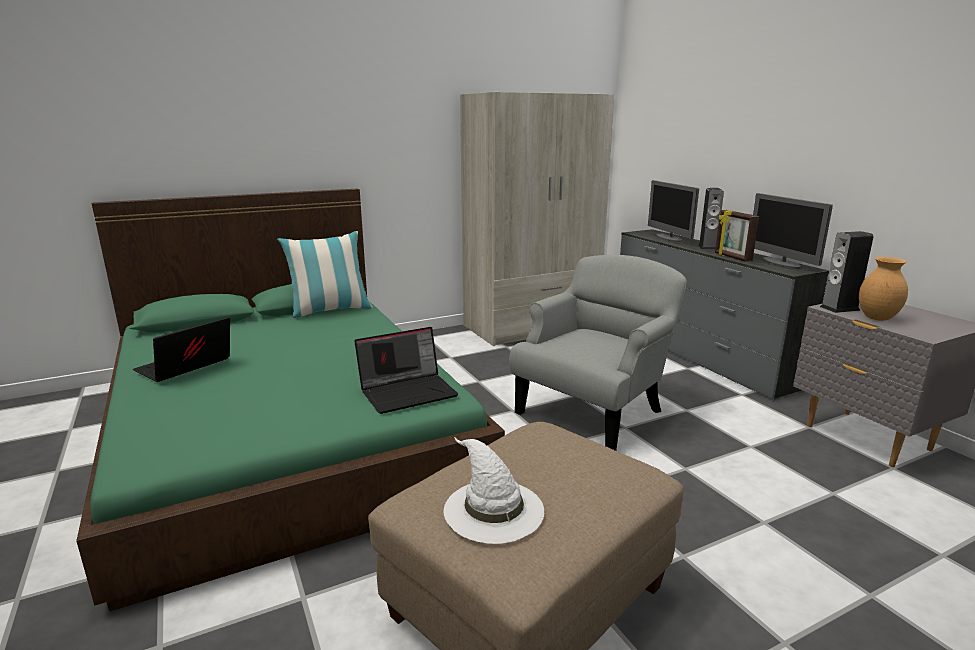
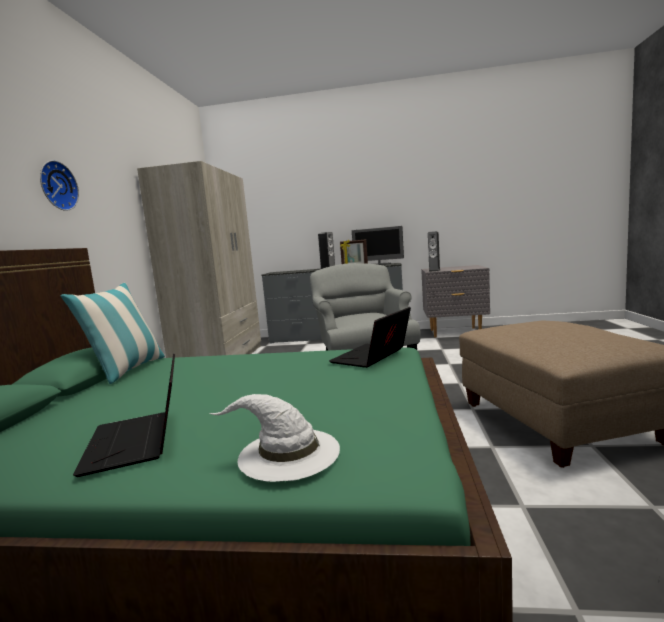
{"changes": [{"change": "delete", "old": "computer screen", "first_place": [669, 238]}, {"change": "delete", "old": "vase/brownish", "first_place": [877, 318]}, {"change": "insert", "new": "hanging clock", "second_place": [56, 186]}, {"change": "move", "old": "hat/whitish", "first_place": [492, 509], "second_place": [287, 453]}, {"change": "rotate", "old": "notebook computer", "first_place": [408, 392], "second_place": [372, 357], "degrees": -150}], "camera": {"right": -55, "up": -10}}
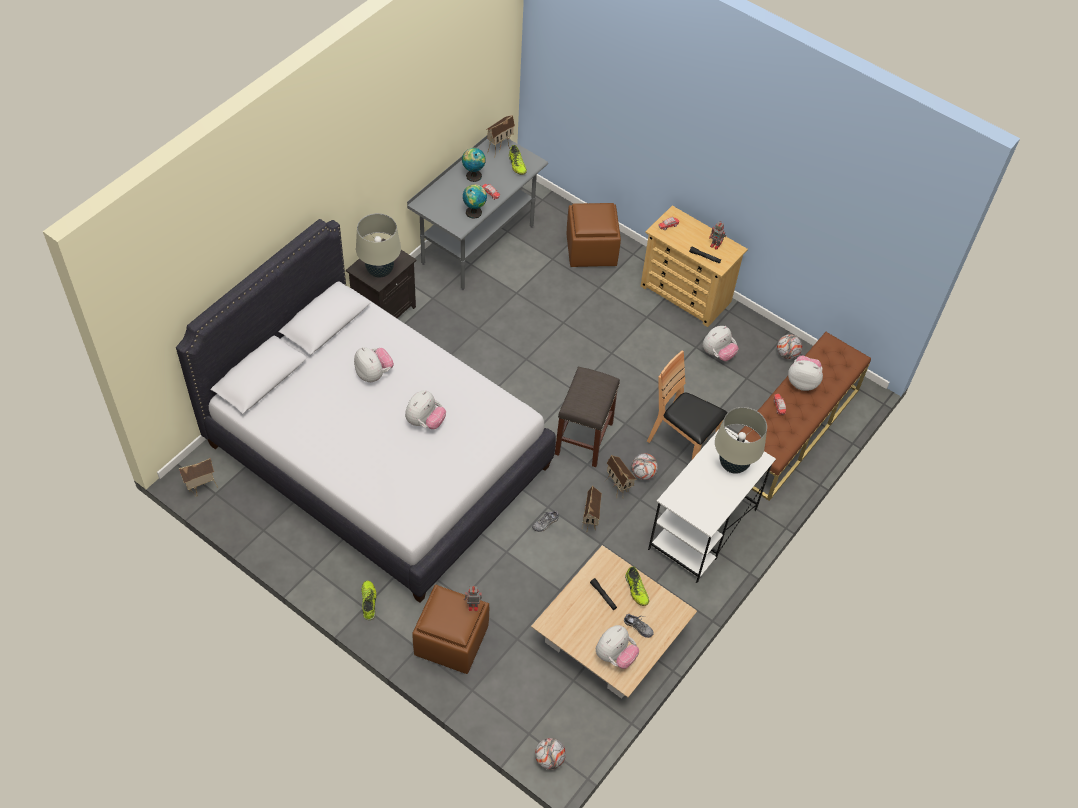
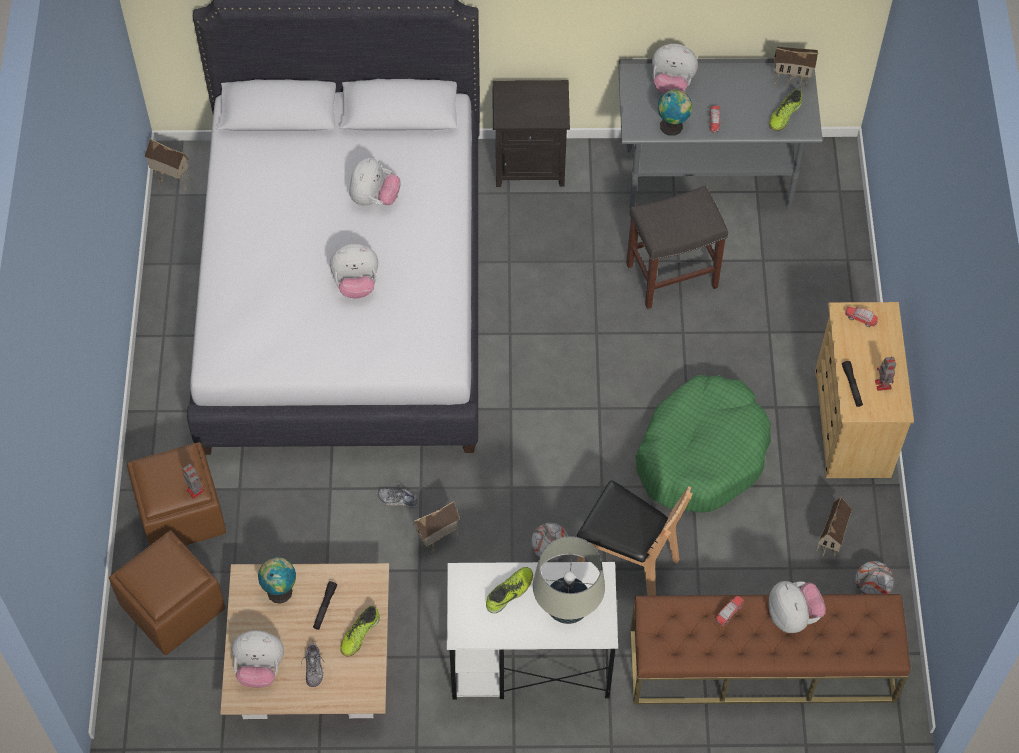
{"changes": [{"change": "delete", "old": "tabletop lamp/sand-coloured", "first_place": [380, 271]}, {"change": "delete", "old": "football ball", "first_place": [549, 759]}, {"change": "insert", "new": "dog bed/green-coloured", "second_place": [701, 453]}, {"change": "move", "old": "shoe", "first_place": [369, 602], "second_place": [510, 592]}, {"change": "move", "old": "world globe", "first_place": [473, 175], "second_place": [280, 590]}, {"change": "move", "old": "stool/gray", "first_place": [584, 439], "second_place": [670, 276]}, {"change": "move", "old": "footrest/brownish", "first_place": [591, 250], "second_place": [174, 607]}, {"change": "move", "old": "toy house", "first_place": [618, 488], "second_place": [830, 543]}, {"change": "move", "old": "plush toy", "first_place": [718, 353], "second_place": [671, 84]}, {"change": "rotate", "old": "plain chair/brownish", "first_place": [682, 444], "second_place": [627, 562], "degrees": 120}], "camera": {"right": 55, "up": 5}}
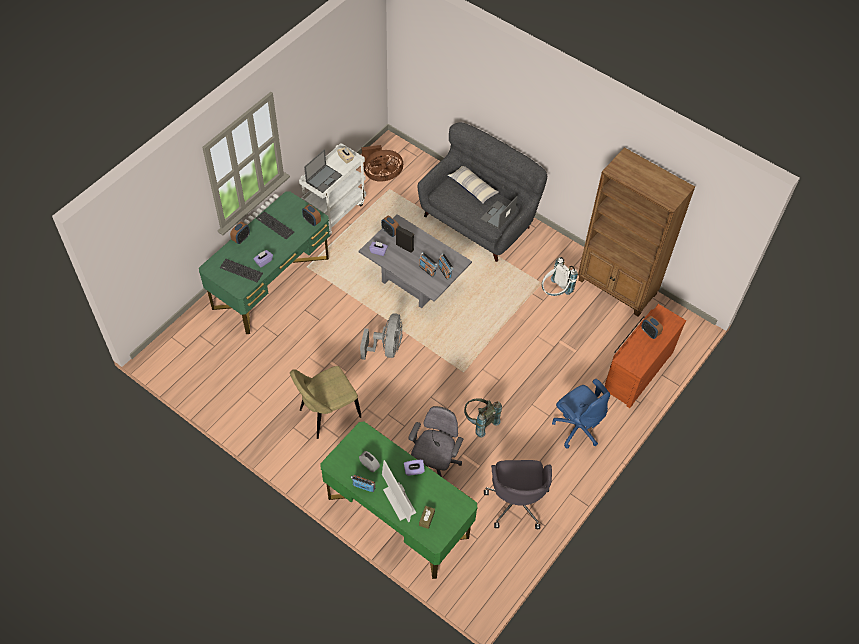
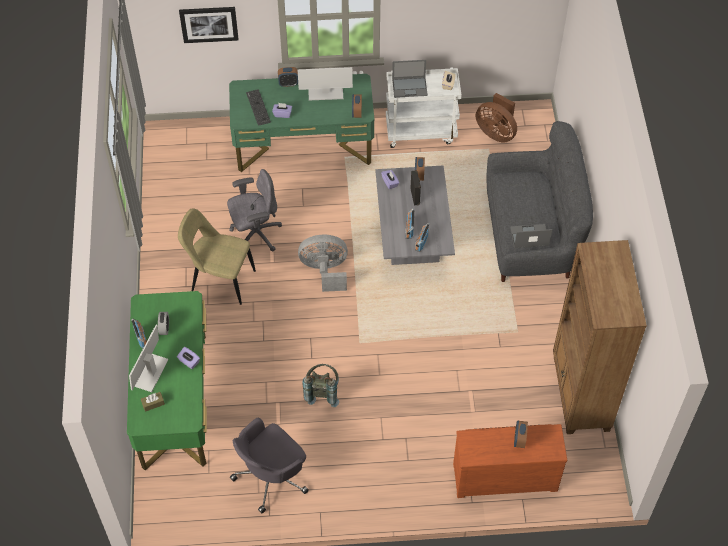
{"changes": [{"change": "delete", "old": "cushion", "first_place": [473, 187]}, {"change": "delete", "old": "backpack/whitish", "first_place": [555, 292]}, {"change": "delete", "old": "computer chair/bluish", "first_place": [577, 427]}, {"change": "insert", "new": "wall picture", "second_place": [209, 24]}, {"change": "move", "old": "computer chair/gray", "first_place": [434, 464], "second_place": [255, 234]}, {"change": "replace", "old": "keyboard", "new": "computer screen", "first_place": [275, 225], "second_place": [325, 93]}, {"change": "rotate", "old": "cooling fan/gray", "first_place": [386, 348], "second_place": [325, 271], "degrees": -150}], "camera": {"right": 50, "up": 0}}
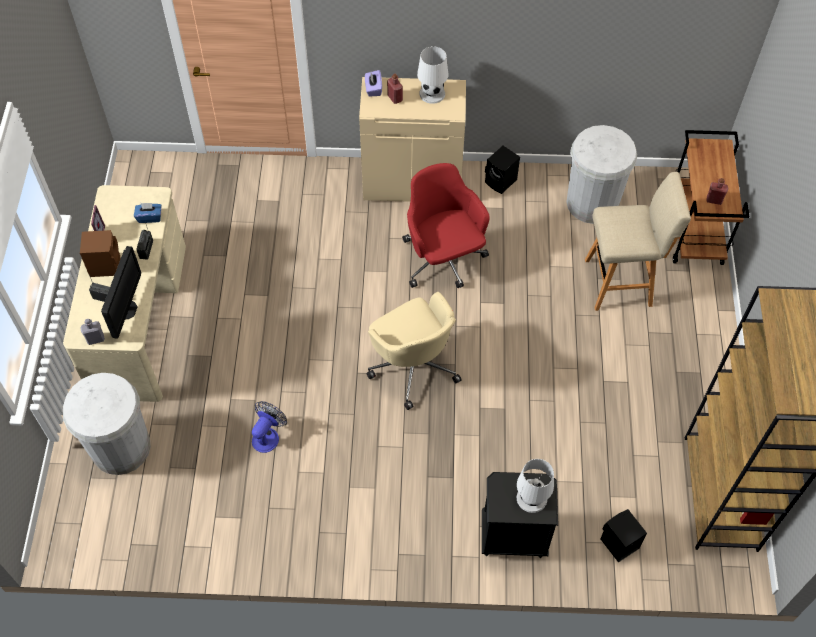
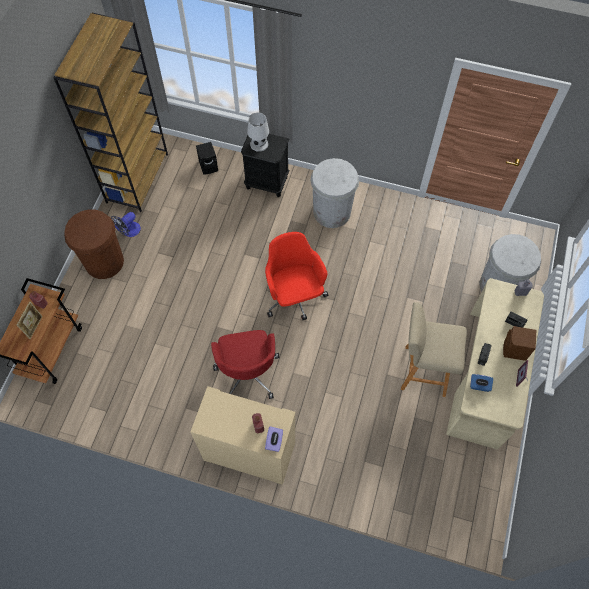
{"changes": [{"change": "delete", "old": "computer screen", "first_place": [127, 310]}, {"change": "delete", "old": "tabletop lamp/whitish", "first_place": [432, 94]}, {"change": "delete", "old": "speaker/black", "first_place": [501, 182]}, {"change": "insert", "new": "standing frame", "second_place": [35, 327]}, {"change": "insert", "new": "trash can/brownish", "second_place": [104, 262]}, {"change": "move", "old": "cooling fan", "first_place": [268, 435], "second_place": [129, 231]}, {"change": "move", "old": "trash can/whitish", "first_place": [592, 203], "second_place": [332, 212]}, {"change": "move", "old": "stool/sand-coloured", "first_place": [621, 282], "second_place": [422, 370]}, {"change": "recolor", "old": "computer chair/sand-coloured", "new": "computer chair/reddish", "first_place": [413, 365], "second_place": [294, 296]}], "camera": {"right": -165, "up": 5}}
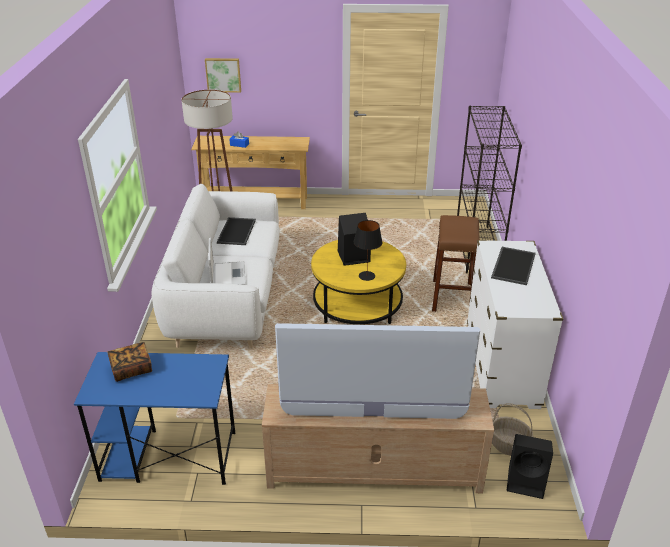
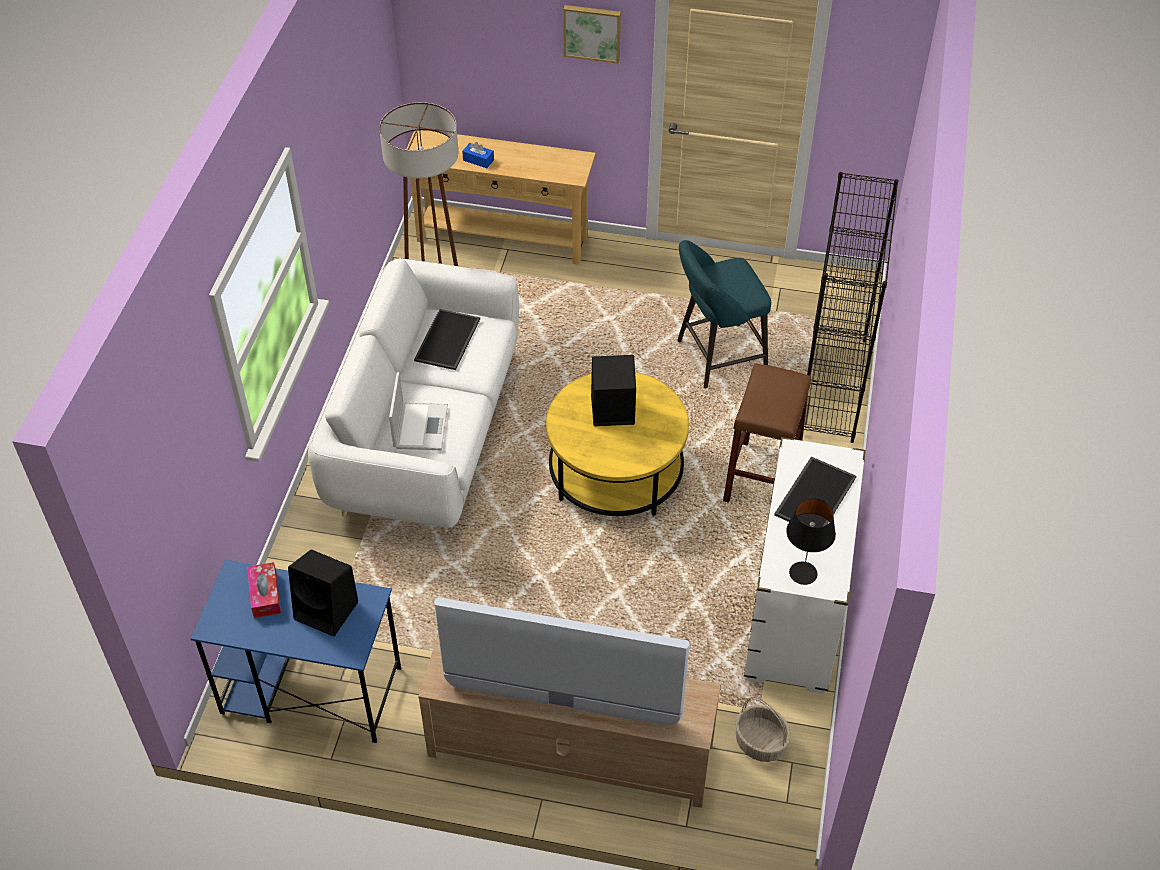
{"changes": [{"change": "insert", "new": "stool/blue-green", "second_place": [716, 357]}, {"change": "move", "old": "wall picture", "first_place": [223, 74], "second_place": [592, 32]}, {"change": "move", "old": "tabletop lamp/black", "first_place": [366, 276], "second_place": [803, 573]}, {"change": "move", "old": "speaker/black", "first_place": [527, 481], "second_place": [328, 610]}, {"change": "replace", "old": "book", "new": "tissue box", "first_place": [131, 369], "second_place": [265, 594]}], "camera": {"right": 10, "up": 15}}
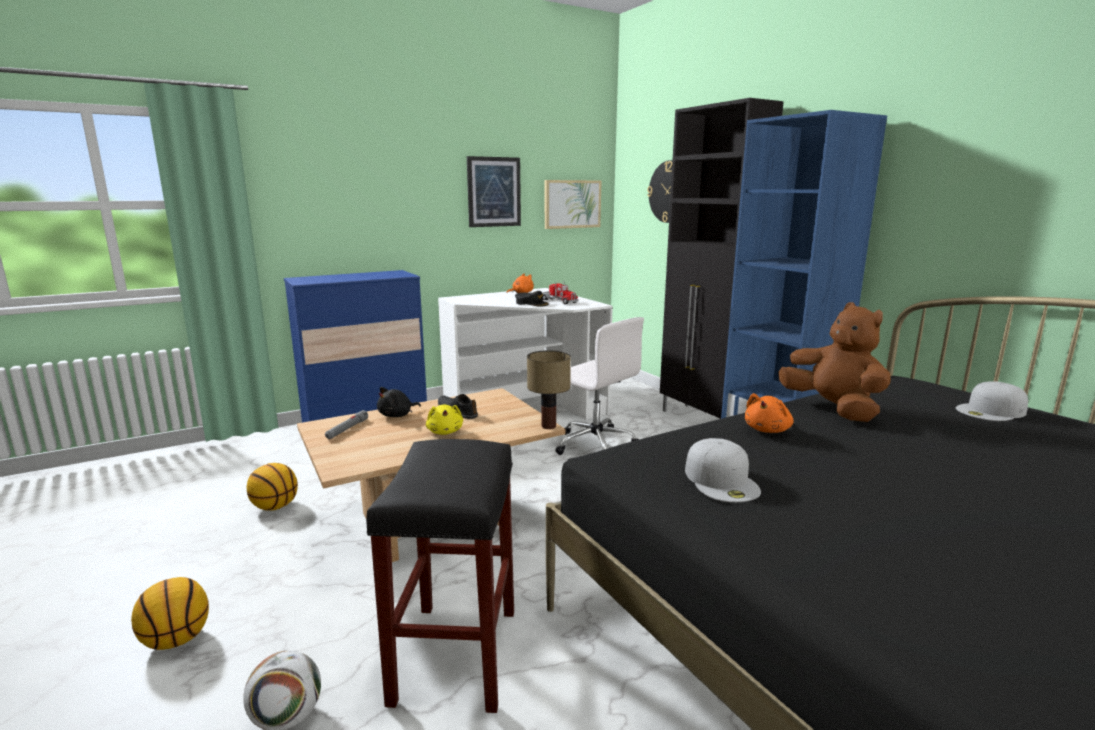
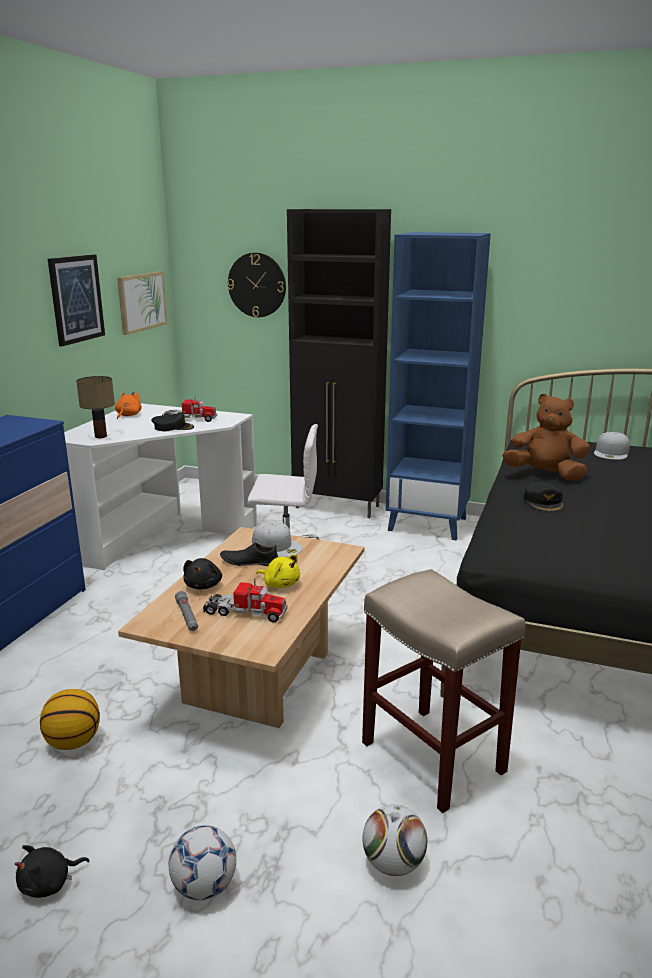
{"changes": [{"change": "insert", "new": "plush toy/black", "second_place": [49, 883]}, {"change": "insert", "new": "toy truck", "second_place": [245, 613]}, {"change": "move", "old": "tabletop lamp", "first_place": [547, 426], "second_place": [100, 436]}, {"change": "move", "old": "baseball cap/whitish", "first_place": [722, 480], "second_place": [277, 546]}, {"change": "replace", "old": "ball for basketball", "new": "football ball", "first_place": [177, 639], "second_place": [204, 886]}, {"change": "replace", "old": "plush toy/orange", "new": "baseball cap/black", "first_place": [768, 430], "second_place": [543, 502]}, {"change": "recolor", "old": "stool/black", "new": "stool/sand-coloured", "first_place": [456, 656], "second_place": [434, 757]}], "camera": {"right": -40, "up": 5}}
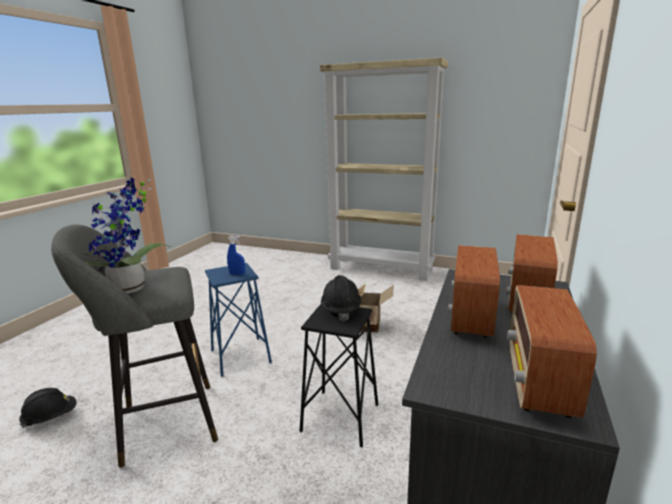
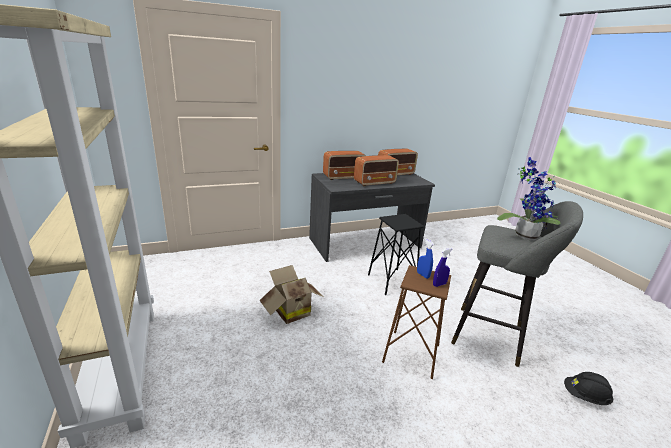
{"changes": [{"change": "delete", "old": "safety helmet/black", "first_place": [340, 310]}, {"change": "insert", "new": "sprayer/bluish", "second_place": [439, 284]}, {"change": "recolor", "old": "stool/bluish", "new": "stool/brownish", "first_place": [241, 356], "second_place": [411, 354]}], "camera": {"right": -135, "up": 5}}
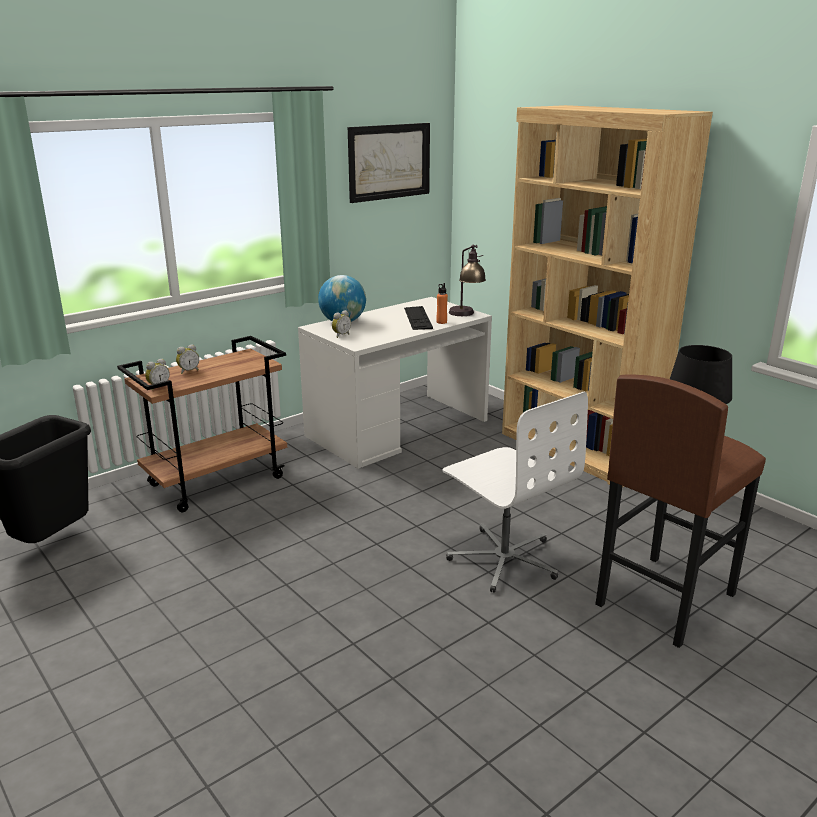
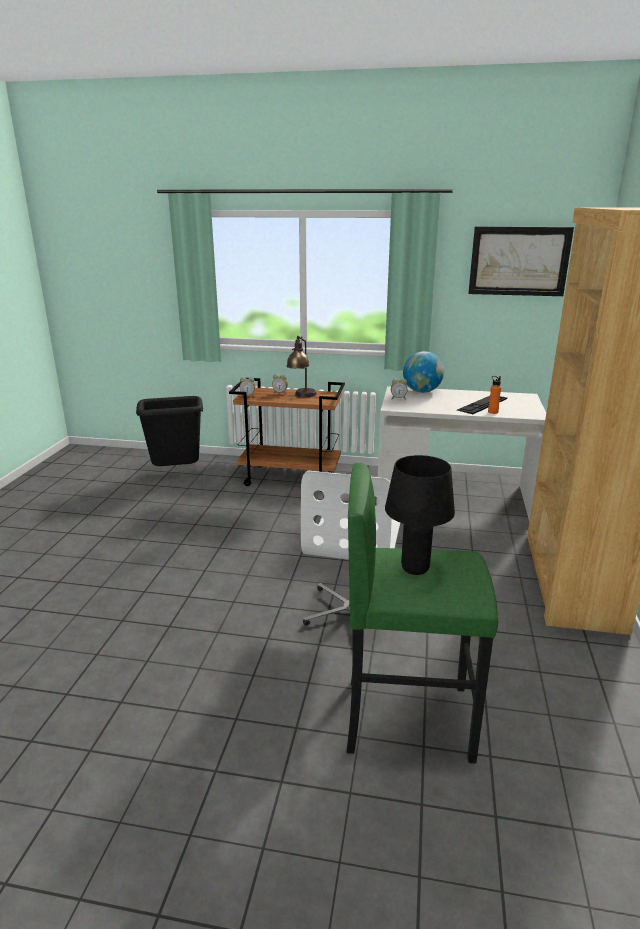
{"changes": [{"change": "move", "old": "tabletop lamp", "first_place": [466, 315], "second_place": [302, 396]}, {"change": "recolor", "old": "stool/brownish", "new": "stool/green-coloured", "first_place": [664, 599], "second_place": [408, 717]}], "camera": {"right": 50, "up": 0}}
